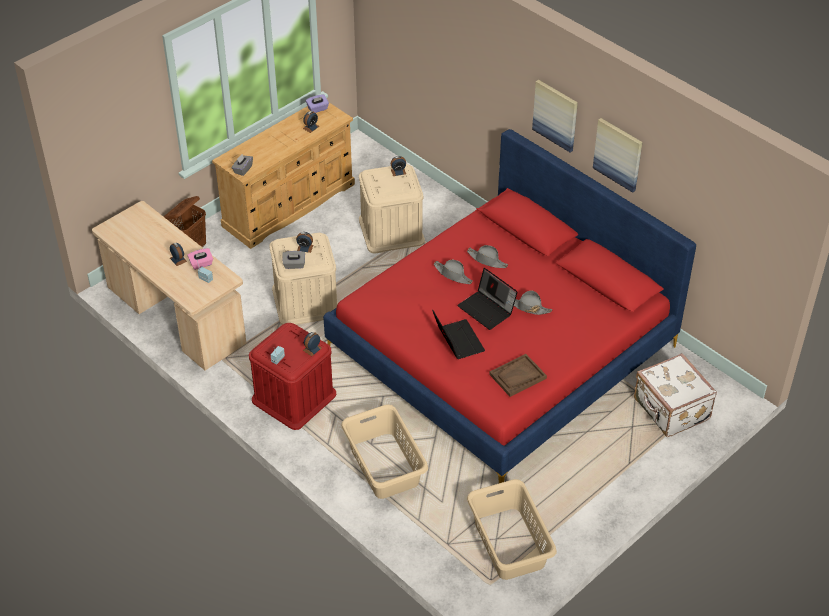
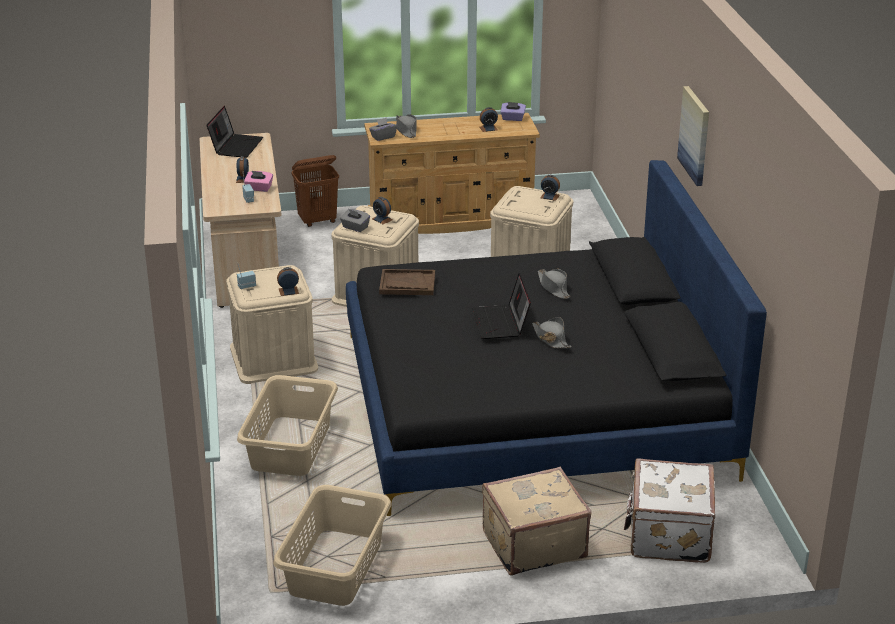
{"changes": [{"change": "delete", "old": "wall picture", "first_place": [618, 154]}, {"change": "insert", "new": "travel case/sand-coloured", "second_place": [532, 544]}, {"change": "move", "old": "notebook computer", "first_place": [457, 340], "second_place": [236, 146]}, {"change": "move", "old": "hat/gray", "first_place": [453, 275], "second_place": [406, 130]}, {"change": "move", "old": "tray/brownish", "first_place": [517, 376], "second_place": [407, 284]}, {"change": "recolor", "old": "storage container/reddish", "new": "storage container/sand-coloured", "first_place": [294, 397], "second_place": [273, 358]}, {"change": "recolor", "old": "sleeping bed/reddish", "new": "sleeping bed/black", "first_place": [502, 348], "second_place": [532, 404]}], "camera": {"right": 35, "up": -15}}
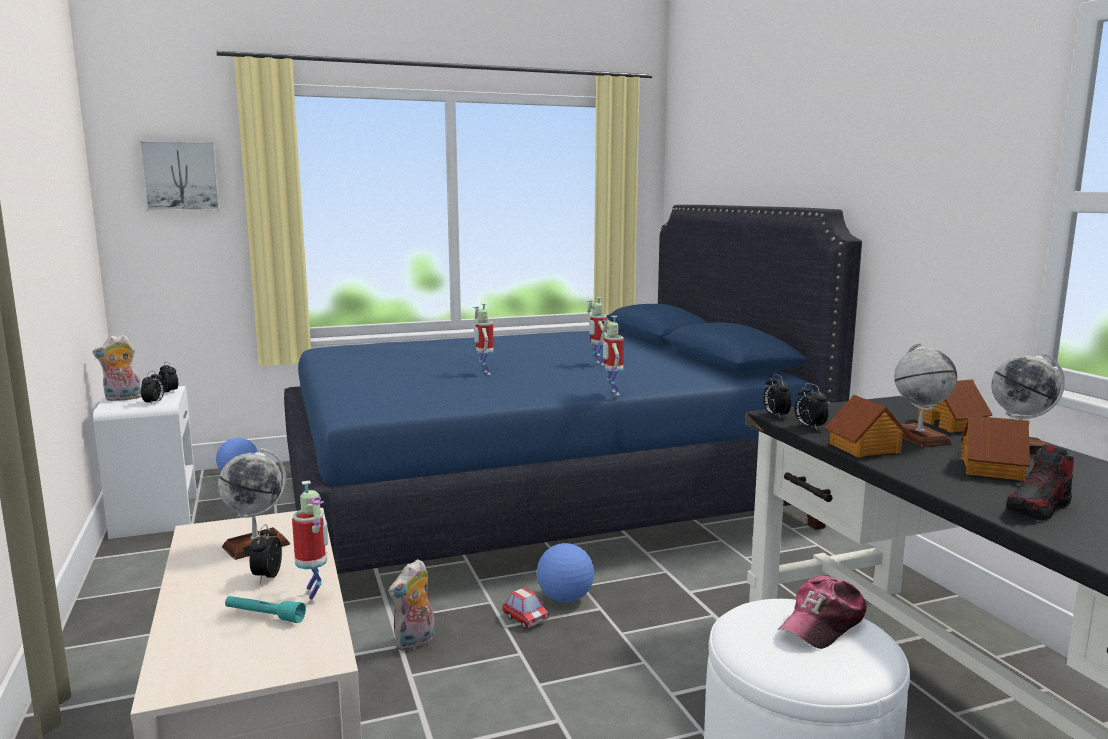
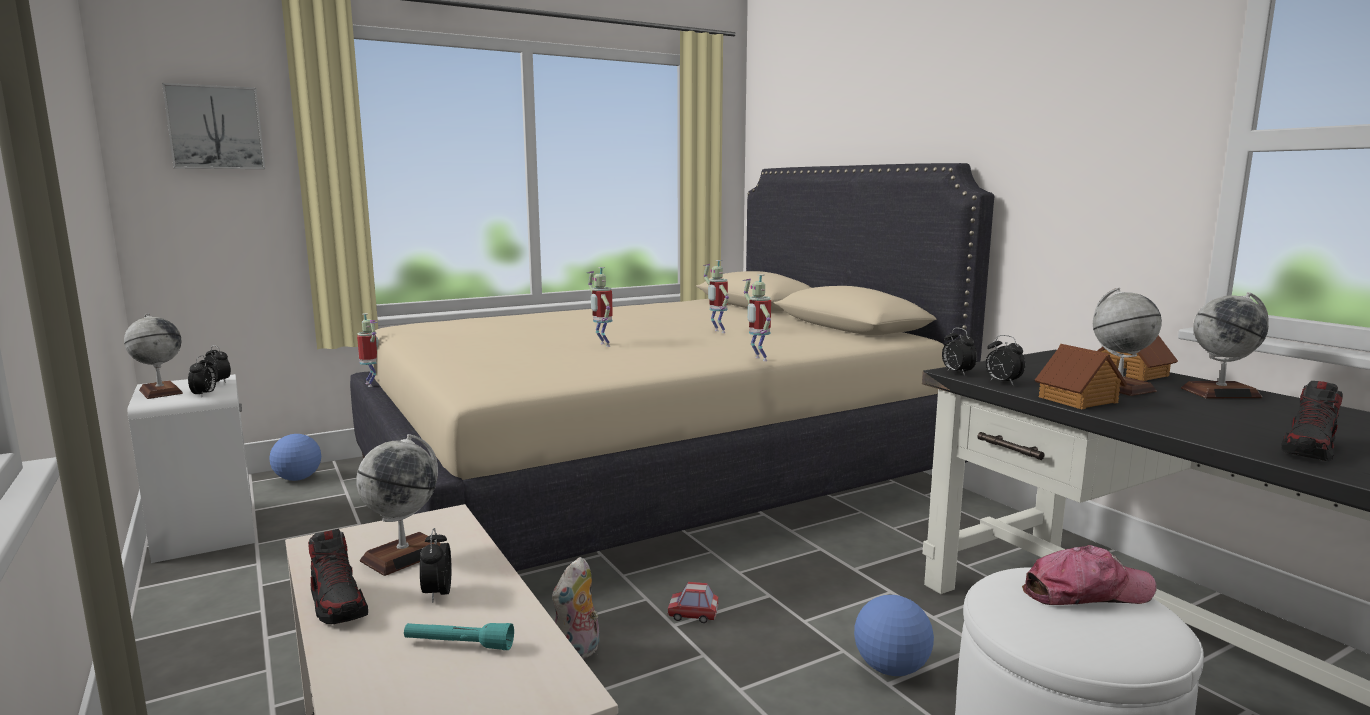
{"changes": [{"change": "delete", "old": "toy house", "first_place": [990, 468]}, {"change": "insert", "new": "shoe", "second_place": [338, 603]}, {"change": "move", "old": "model robot", "first_place": [315, 597], "second_place": [371, 384]}, {"change": "move", "old": "football ball", "first_place": [565, 598], "second_place": [891, 668]}, {"change": "replace", "old": "plush toy", "new": "world globe", "first_place": [122, 399], "second_place": [160, 392]}, {"change": "recolor", "old": "sleeping bed/bluish", "new": "sleeping bed/sand-coloured", "first_place": [539, 497], "second_place": [652, 480]}, {"change": "rotate", "old": "toy car", "first_place": [525, 619], "second_place": [693, 614], "degrees": 150}, {"change": "rotate", "old": "baseball cap", "first_place": [823, 624], "second_place": [1086, 592], "degrees": -135}], "camera": {"right": -10, "up": 0}}
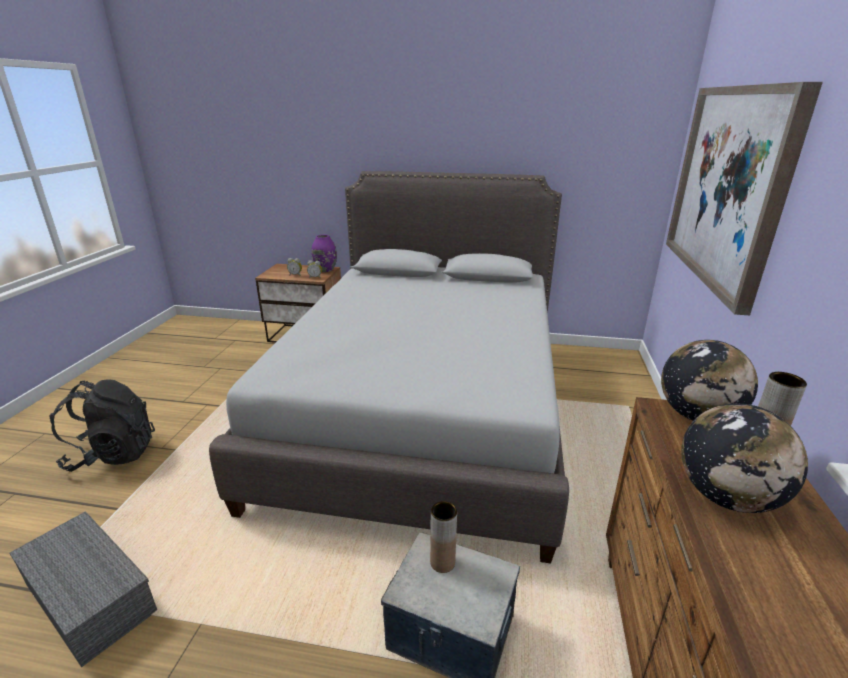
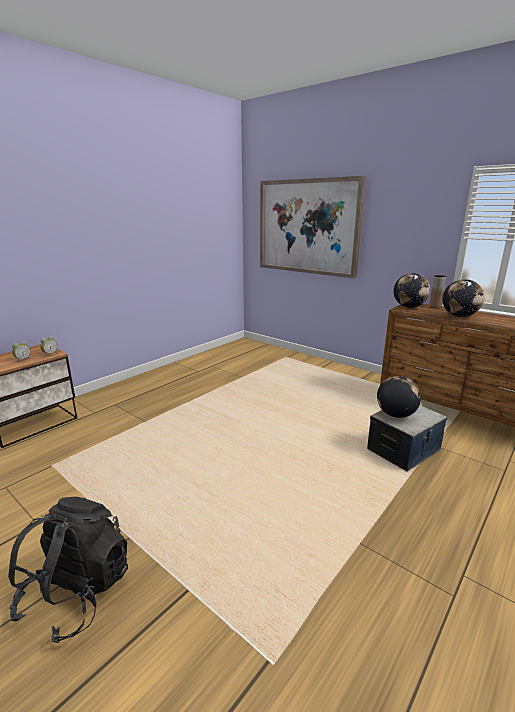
{"changes": [{"change": "delete", "old": "storage container/gray", "first_place": [87, 597]}, {"change": "delete", "old": "sleeping bed/gray", "first_place": [424, 409]}, {"change": "delete", "old": "vase/purplish", "first_place": [325, 270]}, {"change": "replace", "old": "vase/brownish", "new": "world globe", "first_place": [442, 562], "second_place": [396, 415]}], "camera": {"right": -60, "up": -5}}
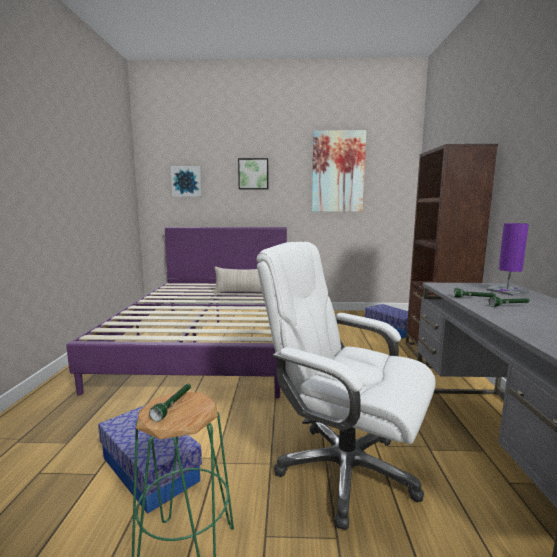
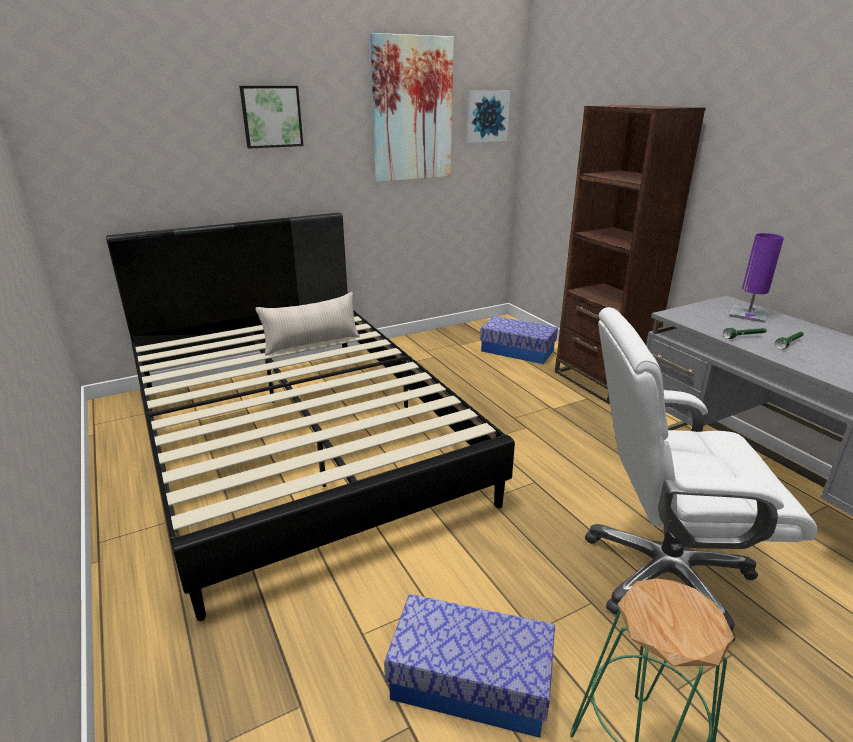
{"changes": [{"change": "delete", "old": "torch/green-coloured", "first_place": [173, 405]}, {"change": "move", "old": "wall picture", "first_place": [187, 181], "second_place": [486, 116]}, {"change": "recolor", "old": "sleeping bed/purplish", "new": "sleeping bed/black", "first_place": [210, 340], "second_place": [298, 438]}], "camera": {"right": -30, "up": 15}}
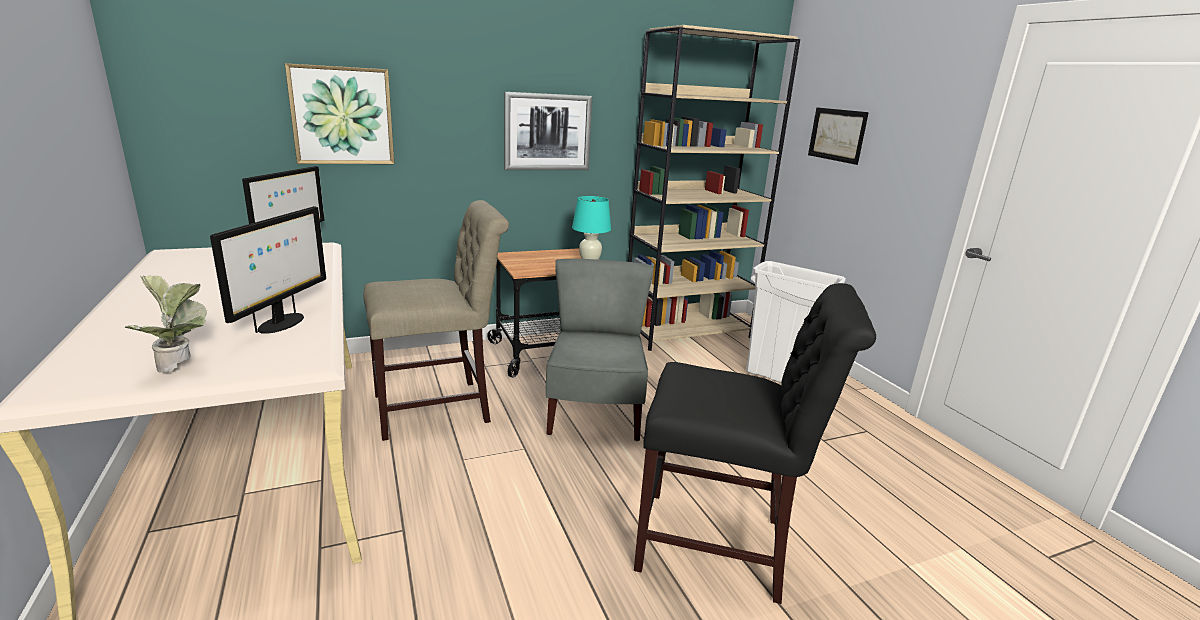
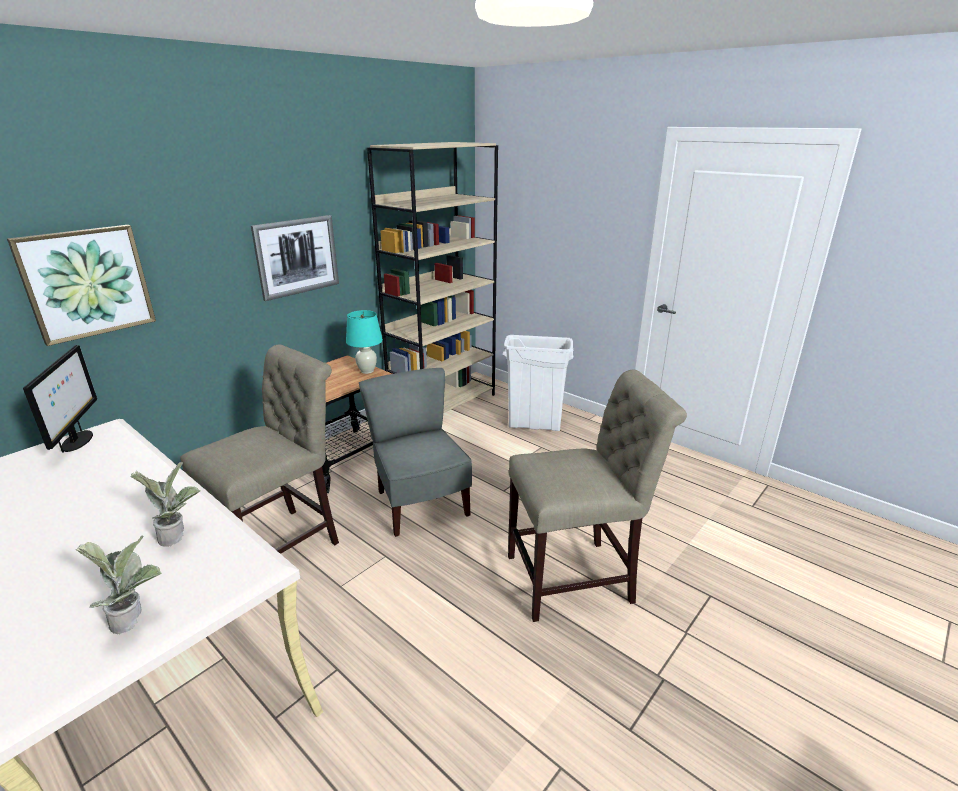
{"changes": [{"change": "delete", "old": "wall picture", "first_place": [837, 135]}, {"change": "replace", "old": "computer screen", "new": "plant in a pot", "first_place": [281, 324], "second_place": [178, 535]}, {"change": "recolor", "old": "plain chair/black", "new": "plain chair/sand-coloured", "first_place": [721, 547], "second_place": [576, 578]}], "camera": {"right": -25, "up": 5}}
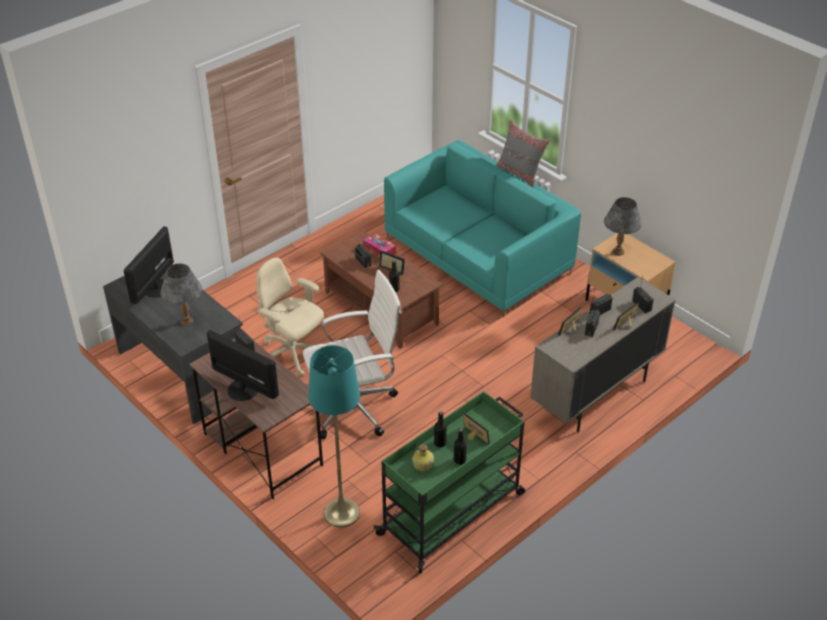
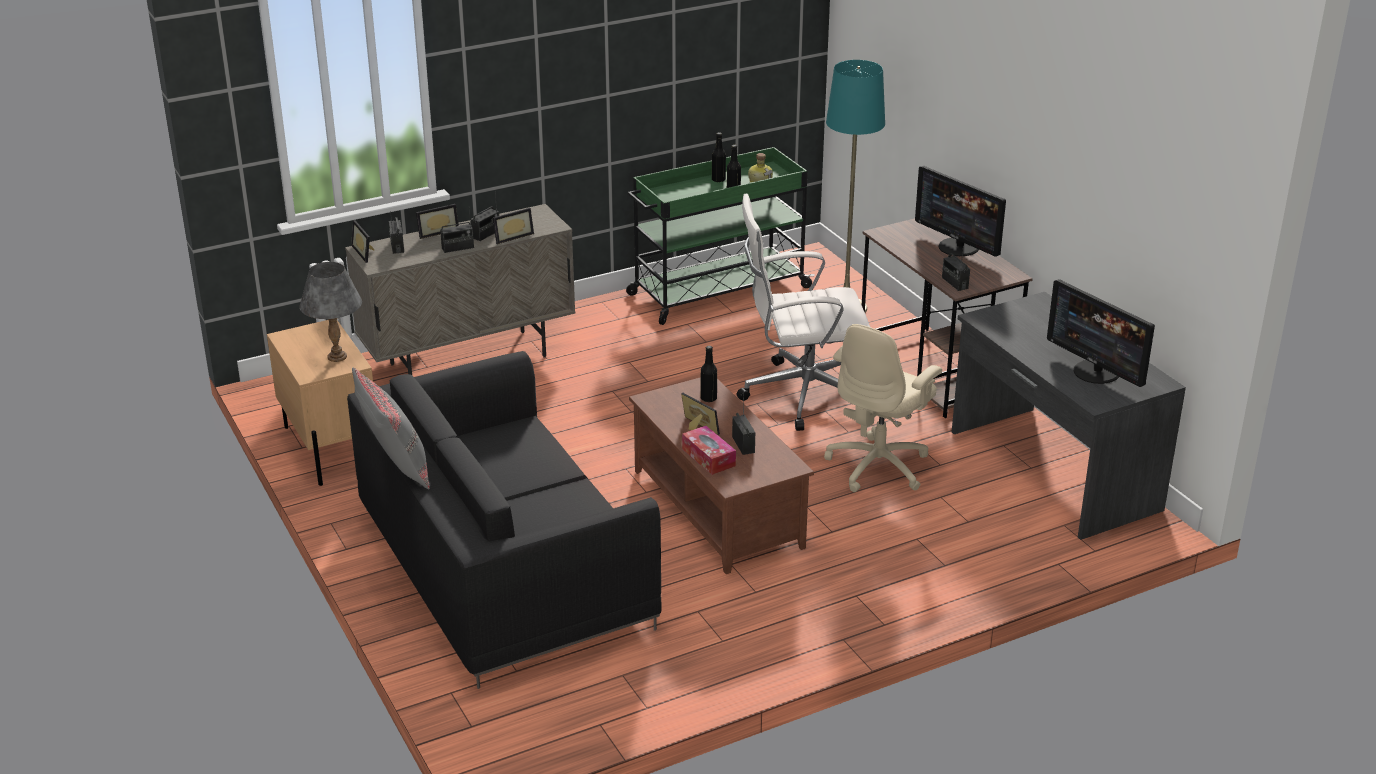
{"changes": [{"change": "delete", "old": "tabletop lamp/gray", "first_place": [187, 321]}, {"change": "move", "old": "standing frame", "first_place": [473, 437], "second_place": [366, 252]}, {"change": "recolor", "old": "couch/blue-green", "new": "couch/black", "first_place": [478, 255], "second_place": [502, 567]}, {"change": "rotate", "old": "computer screen", "first_place": [155, 288], "second_place": [1096, 372], "degrees": 105}, {"change": "rotate", "old": "computer chair/sand-coloured", "first_place": [292, 355], "second_place": [879, 466], "degrees": 75}], "camera": {"right": -165, "up": -10}}
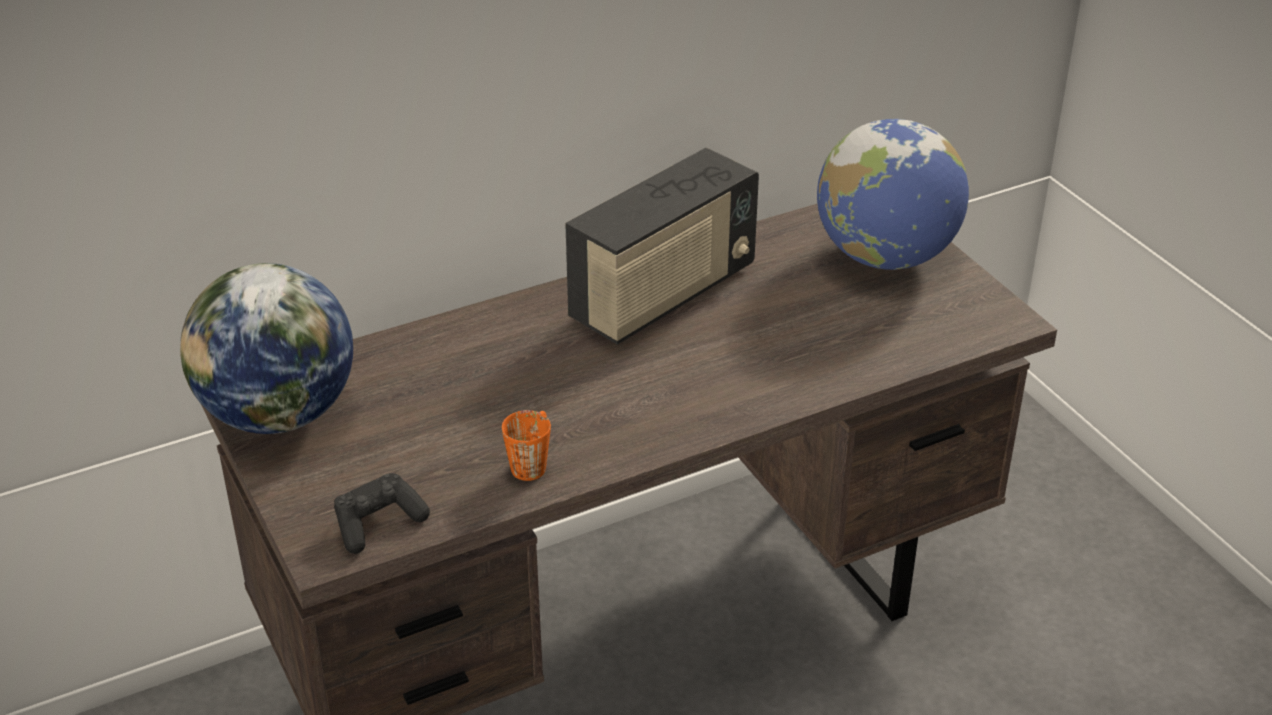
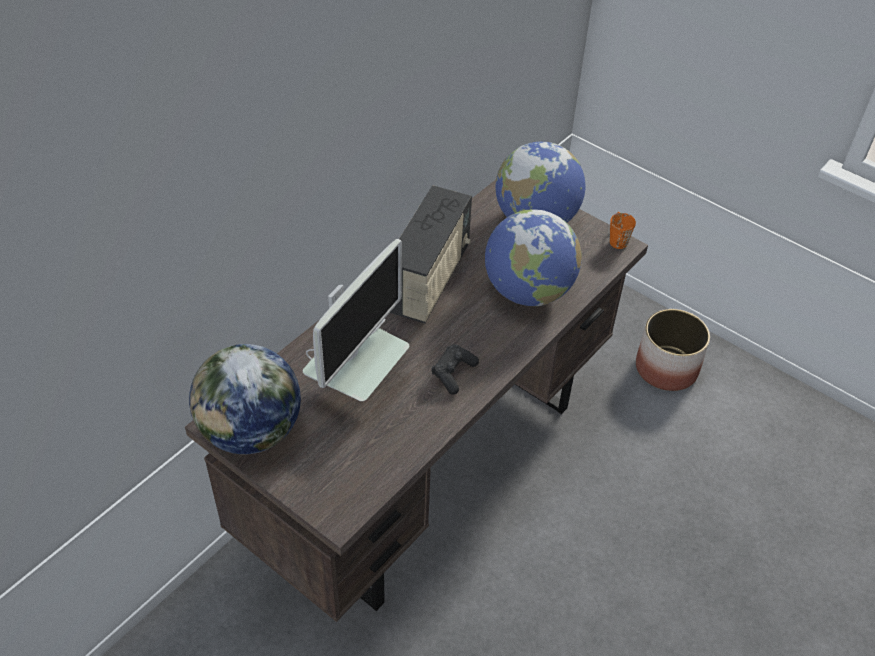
{"changes": [{"change": "insert", "new": "computer screen", "second_place": [356, 387]}, {"change": "insert", "new": "world globe", "second_place": [528, 291]}, {"change": "insert", "new": "flower pot", "second_place": [666, 368]}, {"change": "move", "old": "joypad/black", "first_place": [378, 524], "second_place": [453, 374]}, {"change": "move", "old": "tea mug/orange", "first_place": [532, 462], "second_place": [617, 238]}], "camera": {"right": -25, "up": 10}}
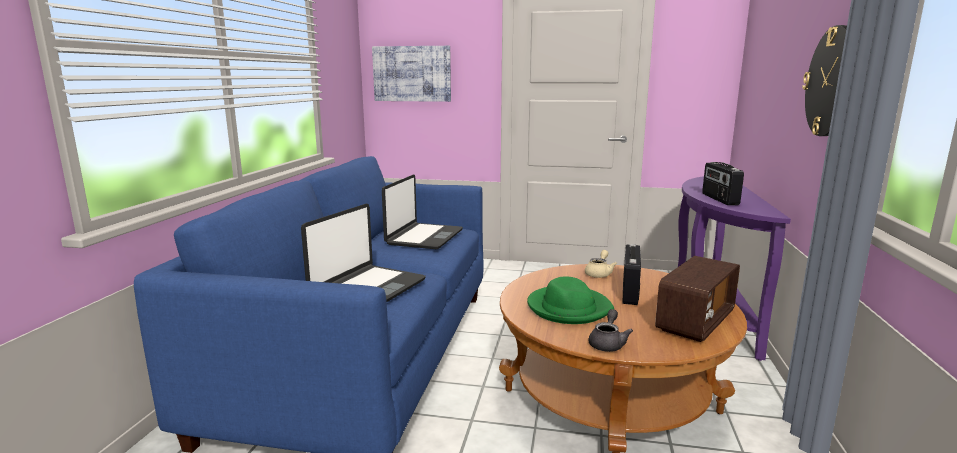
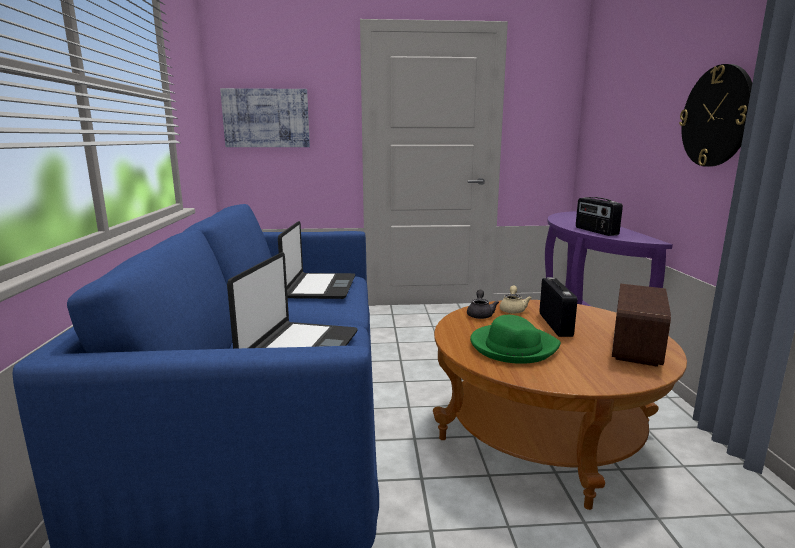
{"changes": [{"change": "move", "old": "teapot/gray", "first_place": [608, 343], "second_place": [480, 314]}], "camera": {"right": -15, "up": 0}}
